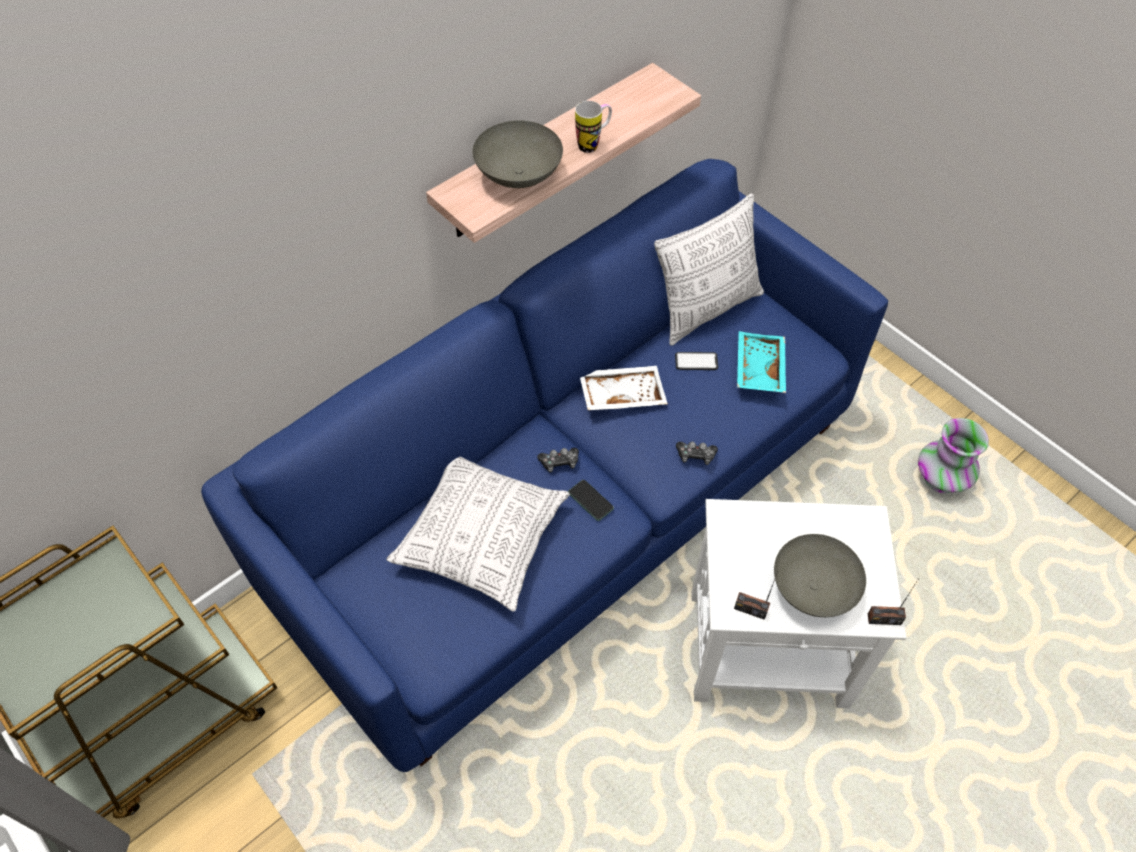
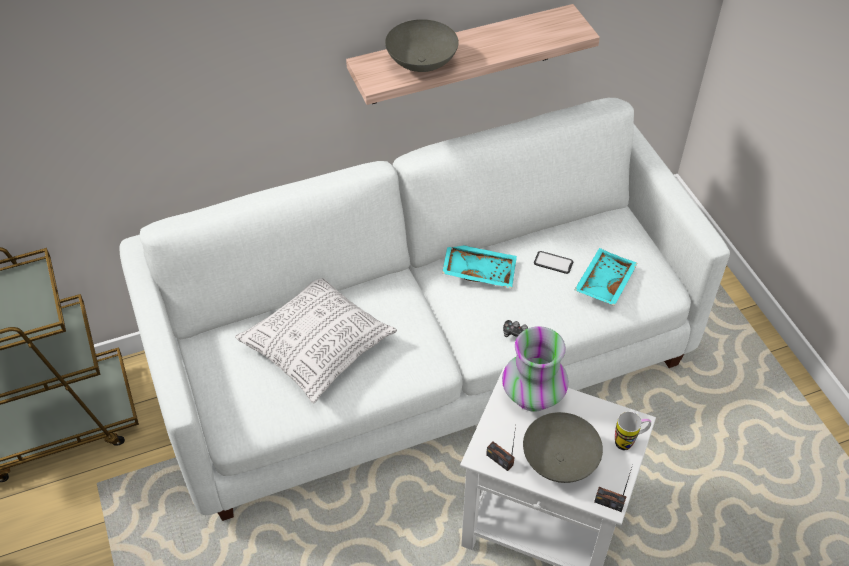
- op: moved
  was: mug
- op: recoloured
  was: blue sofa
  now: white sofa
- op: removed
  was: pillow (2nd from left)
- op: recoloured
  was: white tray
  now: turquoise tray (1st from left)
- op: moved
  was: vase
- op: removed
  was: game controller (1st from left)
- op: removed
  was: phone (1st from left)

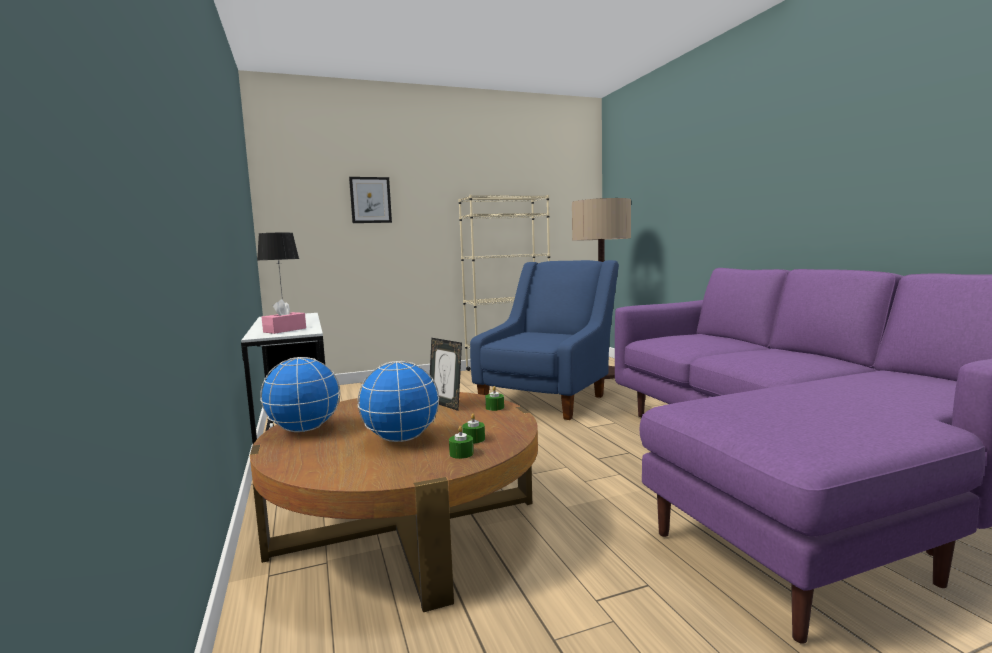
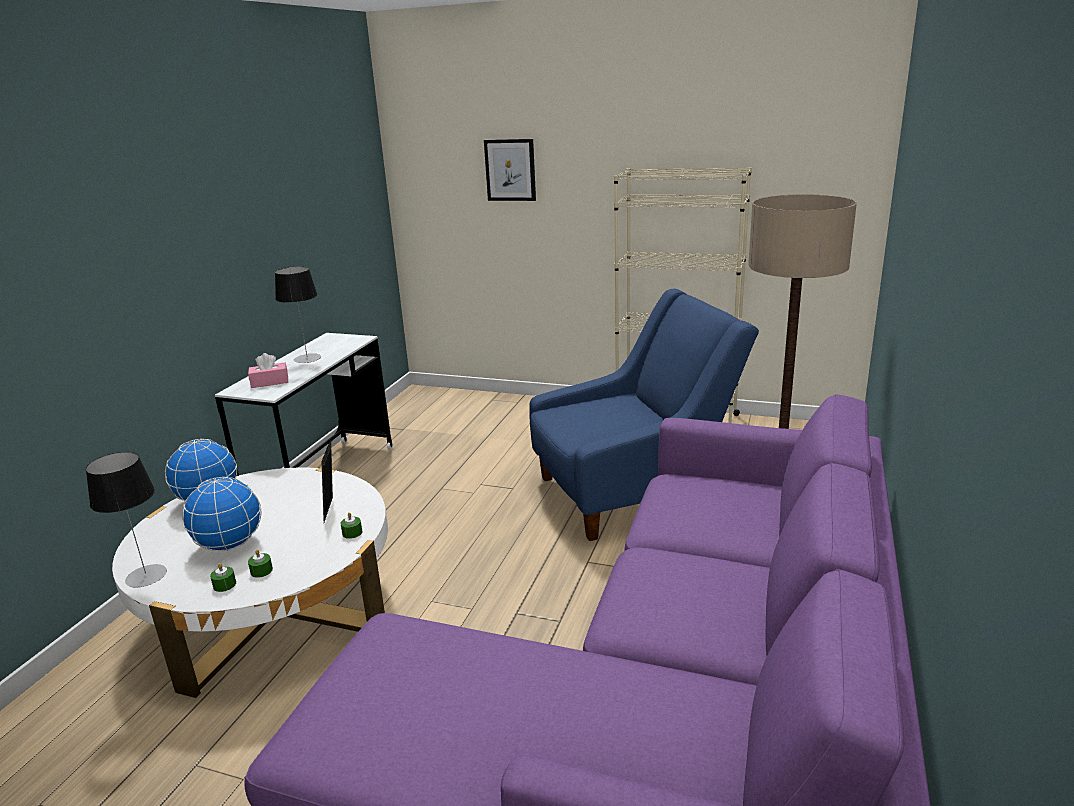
- op: recoloured
  was: brown coffee table
  now: white coffee table
- op: added
  now: table lamp (1st from left)

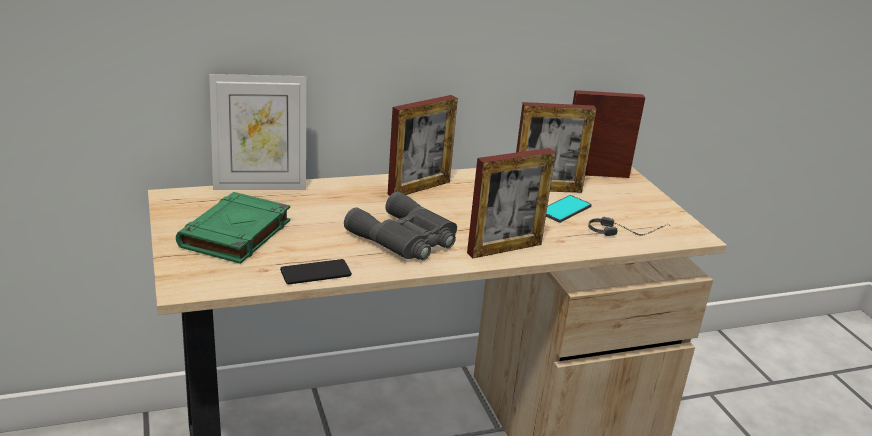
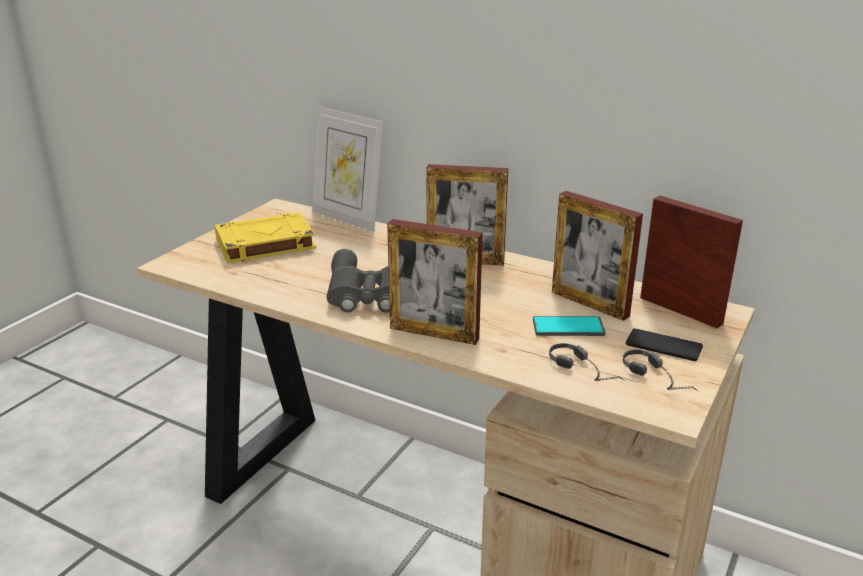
- op: recoloured
  was: green book
  now: yellow book
- op: moved
  was: phone (1st from left in the first image)
  now: phone (2nd from left)
- op: added
  now: headphones (2nd from left)

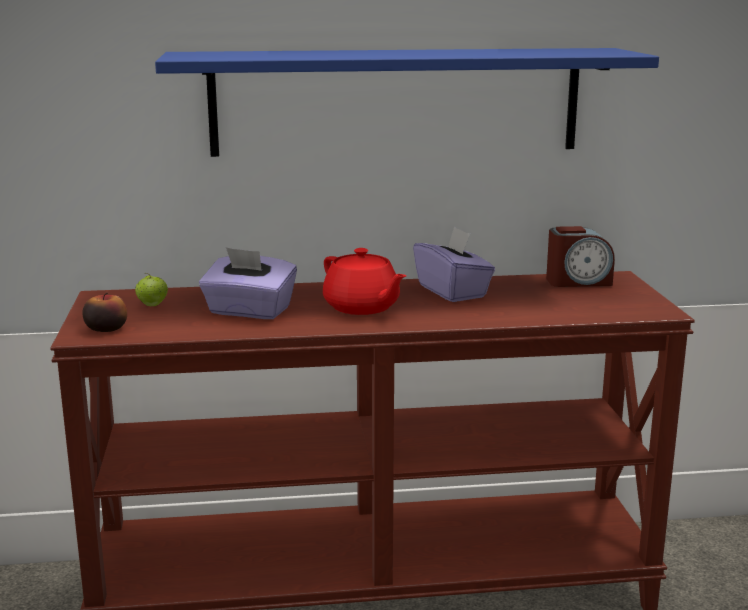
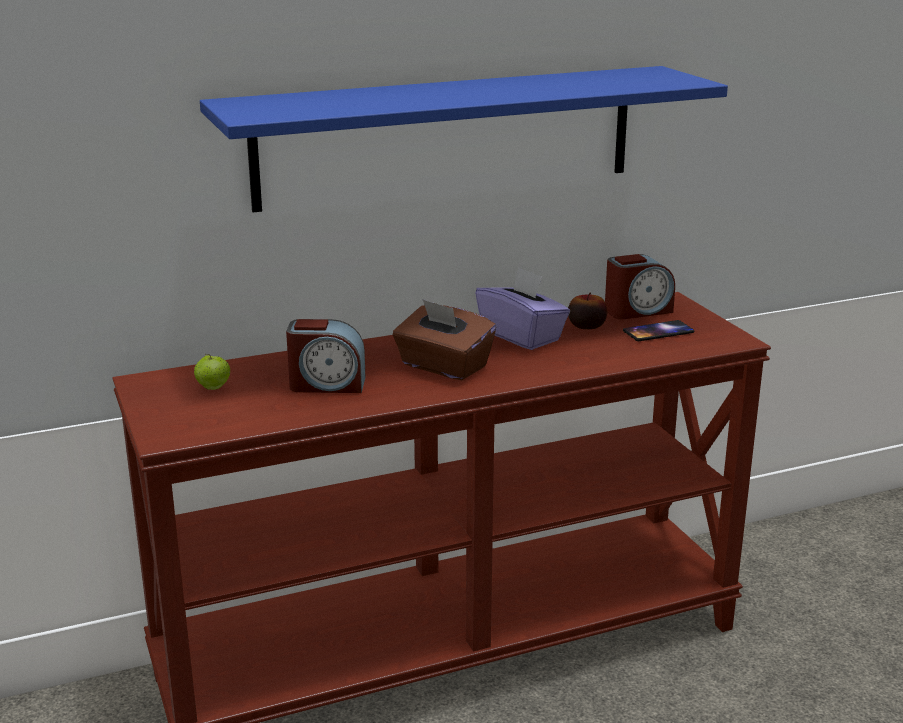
- op: replaced
  was: purple tissue box (1st from left)
  now: alarm clock (1st from left)
- op: replaced
  was: red teapot
  now: brown tissue box
- op: moved
  was: apple (1st from left in the first image)
  now: apple (2nd from left)
- op: added
  now: phone

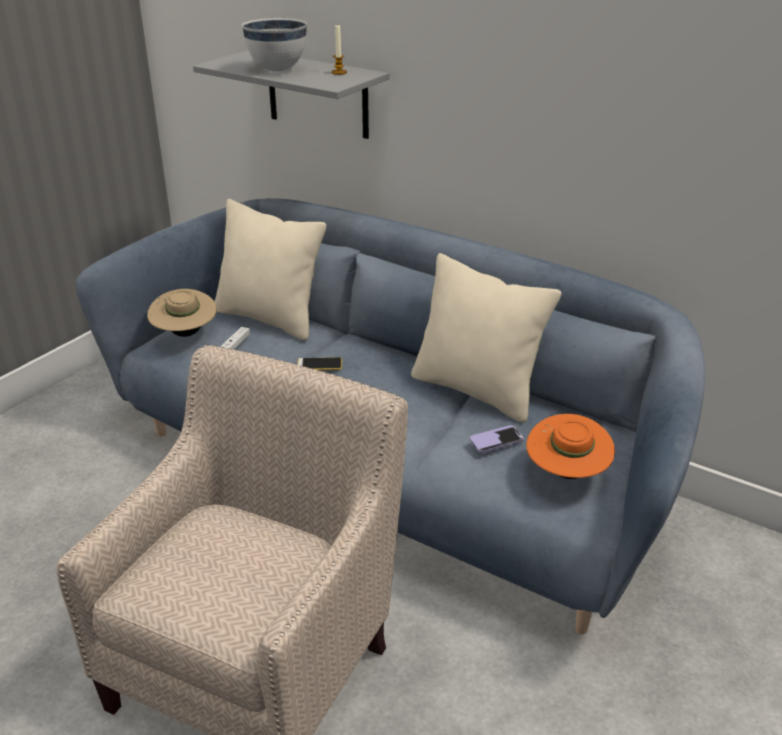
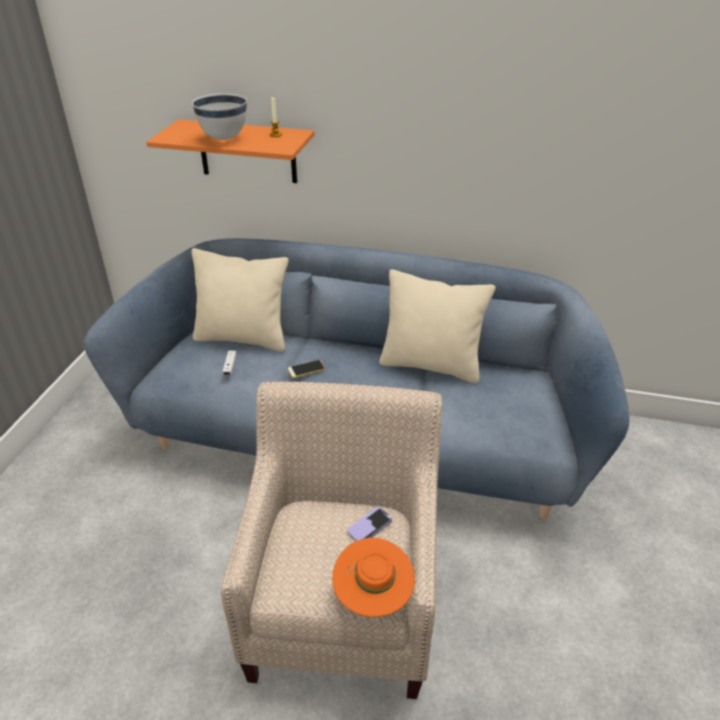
- op: recoloured
  was: grey shelf
  now: orange shelf
- op: removed
  was: beige hat
- op: moved
  was: orange hat
- op: moved
  was: phone (2nd from left)

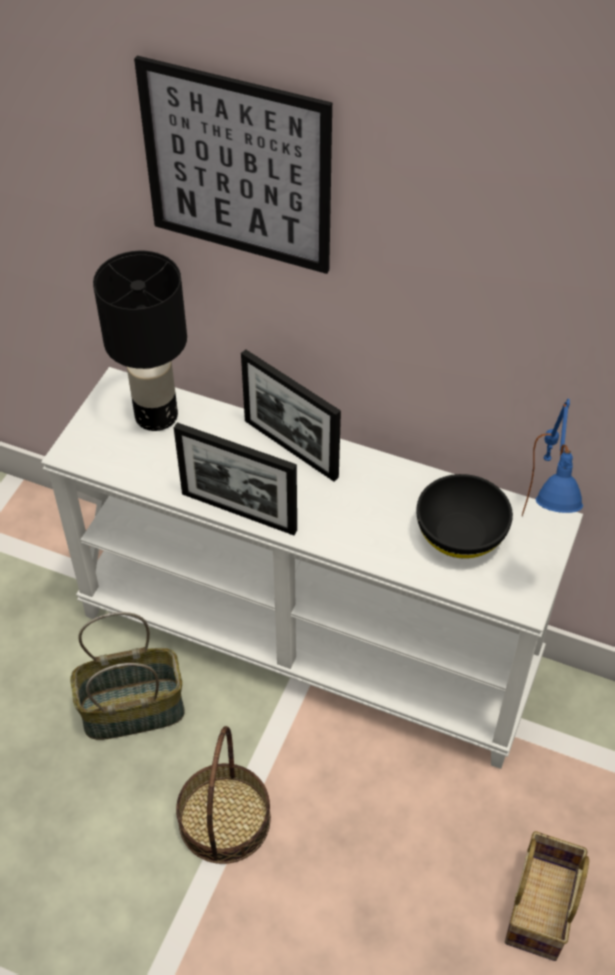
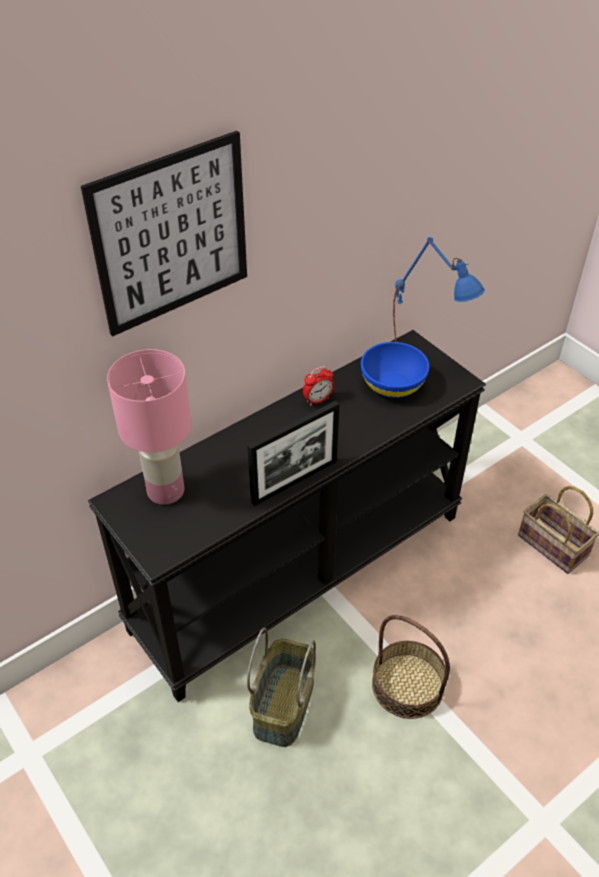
- op: recoloured
  was: black table lamp
  now: pink table lamp
- op: removed
  was: picture frame (2nd from left)
- op: recoloured
  was: white console table
  now: black console table
- op: recoloured
  was: black bowl
  now: blue bowl
- op: added
  now: alarm clock

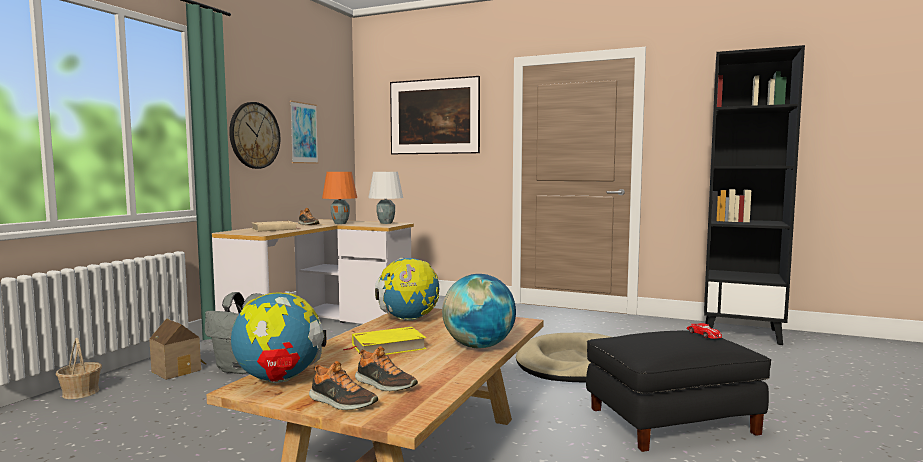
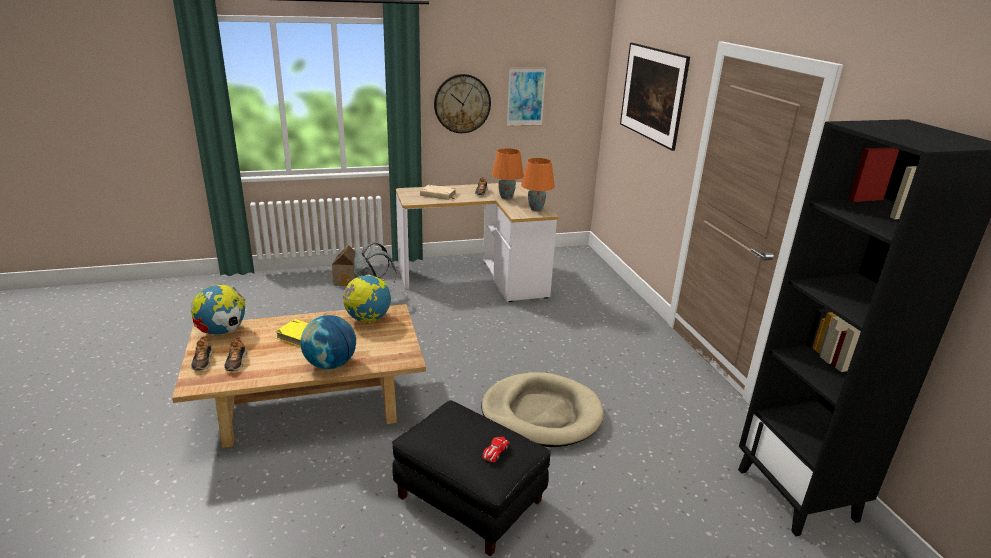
- op: recoloured
  was: white table lamp
  now: orange table lamp (2nd from left)
- op: removed
  was: basket

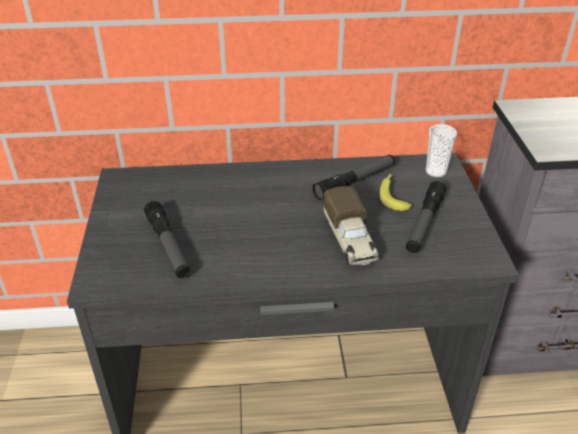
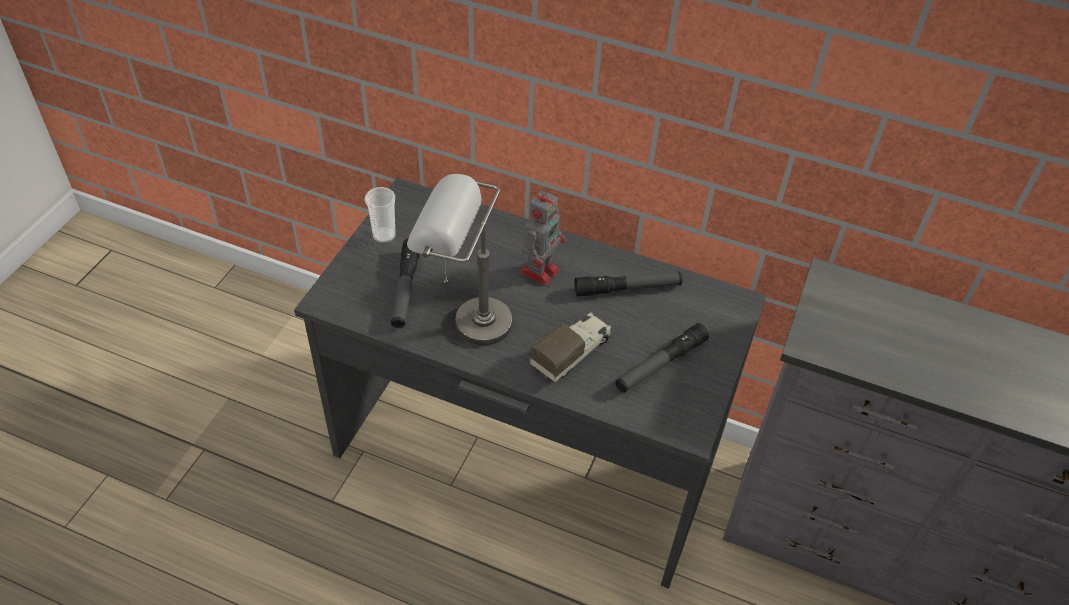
- op: moved
  was: cup
- op: removed
  was: banana
- op: turned
  was: toy truck
  clockwise: -150
- op: added
  now: grey table lamp
- op: added
  now: toy robot

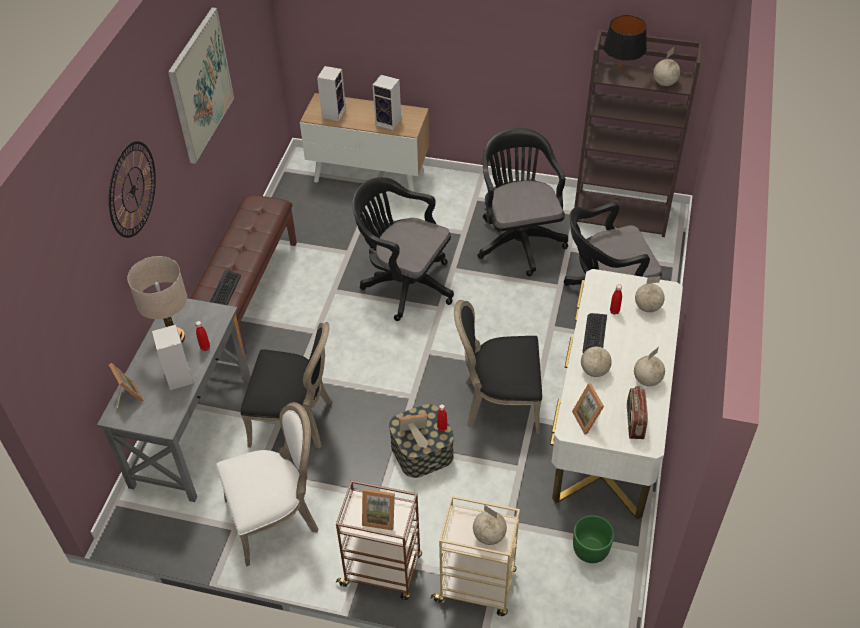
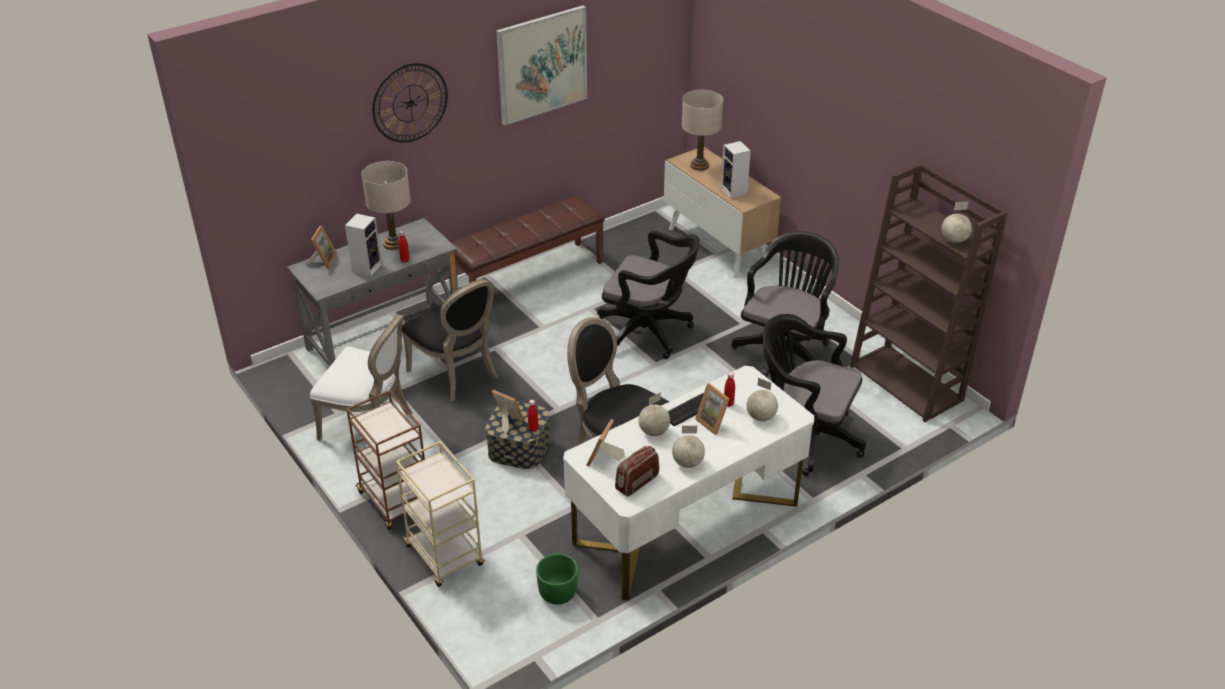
- op: removed
  was: black table lamp
- op: replaced
  was: speaker (2nd from left)
  now: beige table lamp (2nd from left)
- op: turned
  was: black office chair (1st from left)
  clockwise: 135
- op: removed
  was: keyboard (1st from left)
- op: moved
  was: picture frame (2nd from left in the first image)
  now: picture frame (4th from left)
- op: removed
  was: globe (1st from left)

